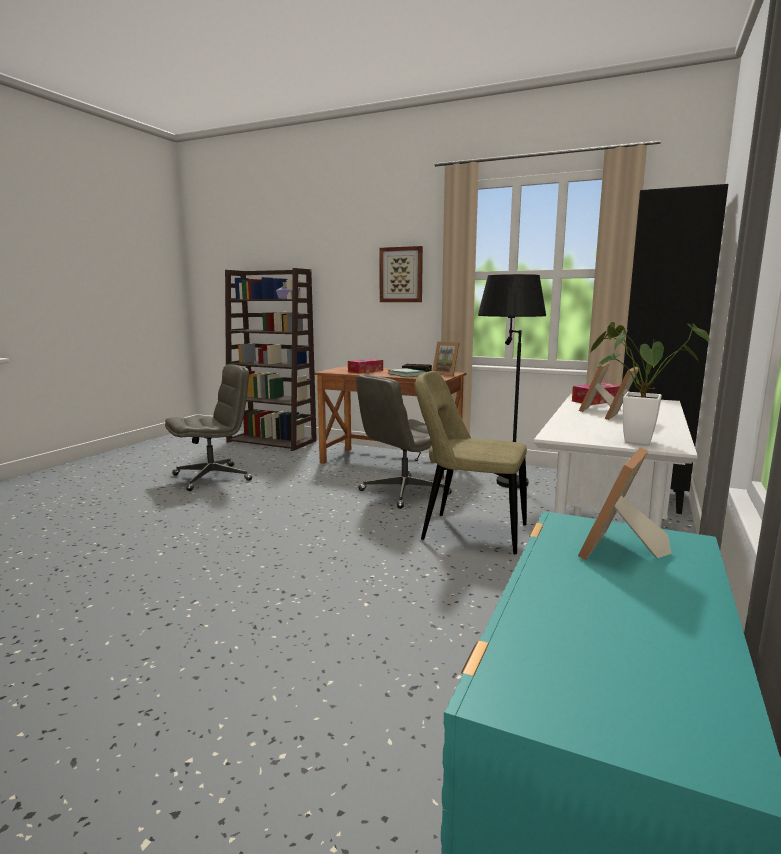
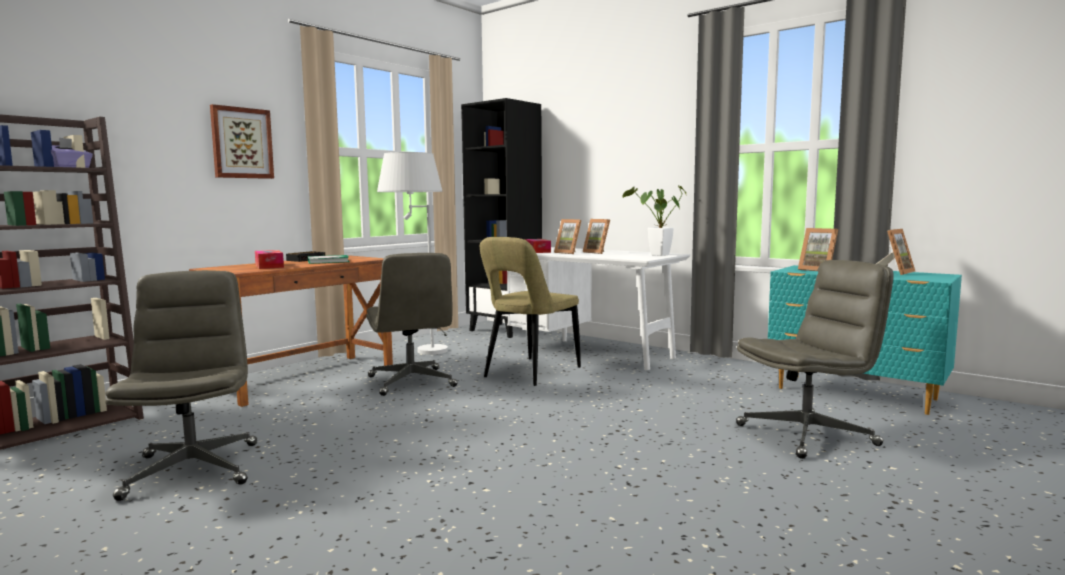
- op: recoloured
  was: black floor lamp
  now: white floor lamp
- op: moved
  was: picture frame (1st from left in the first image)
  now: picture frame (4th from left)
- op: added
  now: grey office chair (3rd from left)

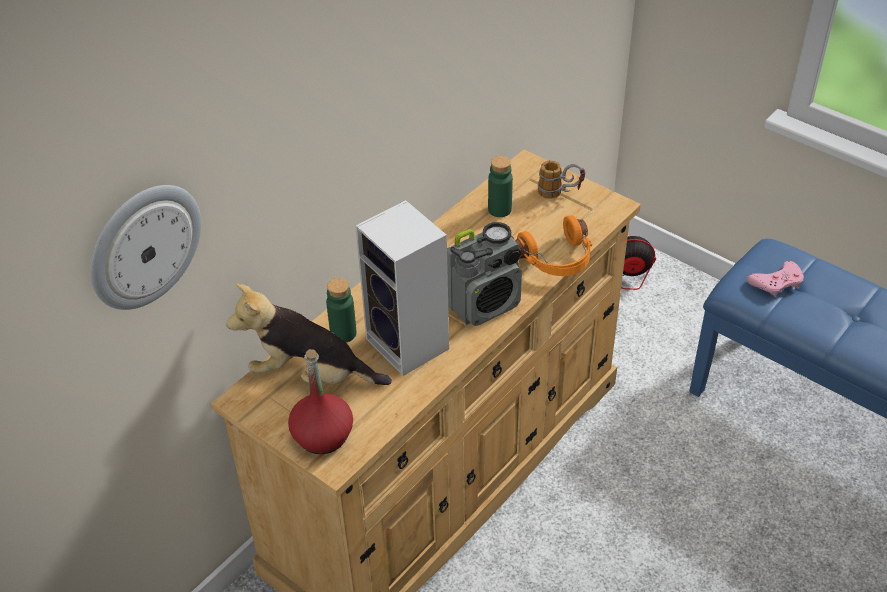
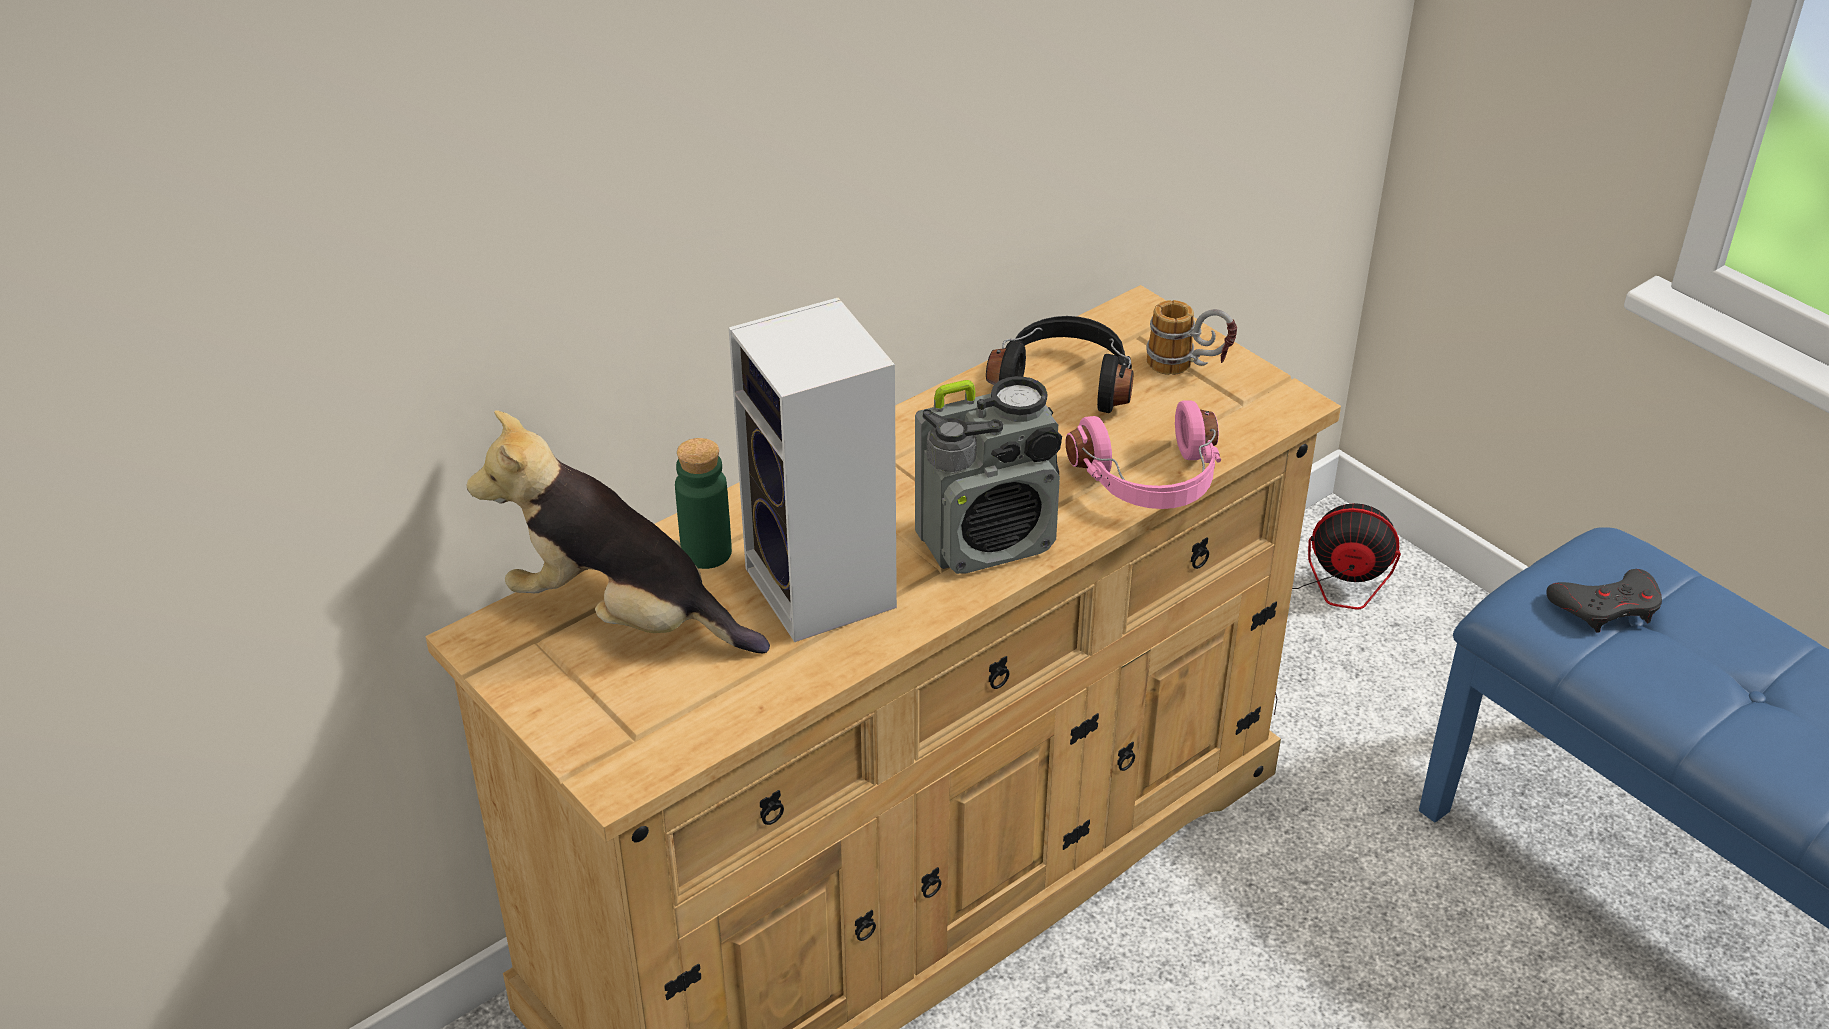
- op: replaced
  was: green bottle (2nd from left)
  now: black headphones
- op: removed
  was: wall clock
- op: recoloured
  was: orange headphones
  now: pink headphones
- op: recoloured
  was: pink game controller
  now: grey game controller
- op: removed
  was: red bottle

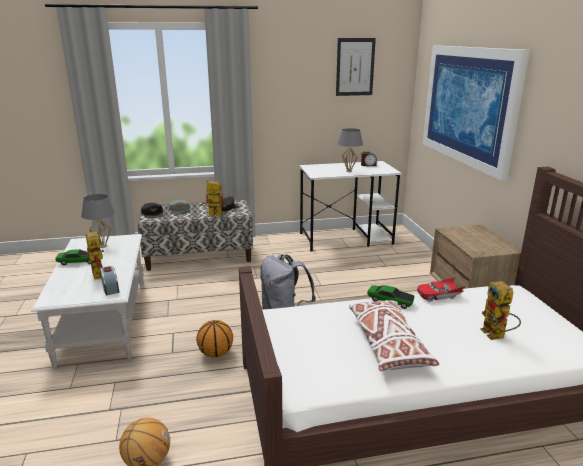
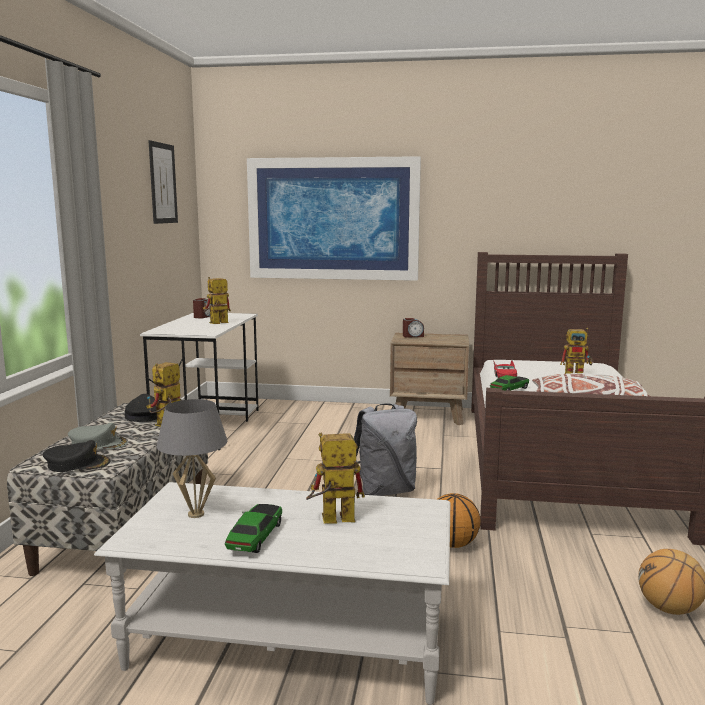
- op: replaced
  was: grey table lamp (2nd from left)
  now: toy robot (2nd from left)
- op: moved
  was: alarm clock (1st from left in the first image)
  now: alarm clock (2nd from left)

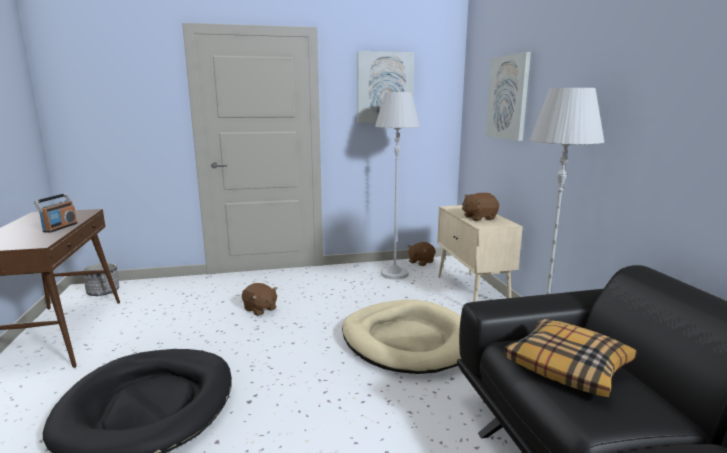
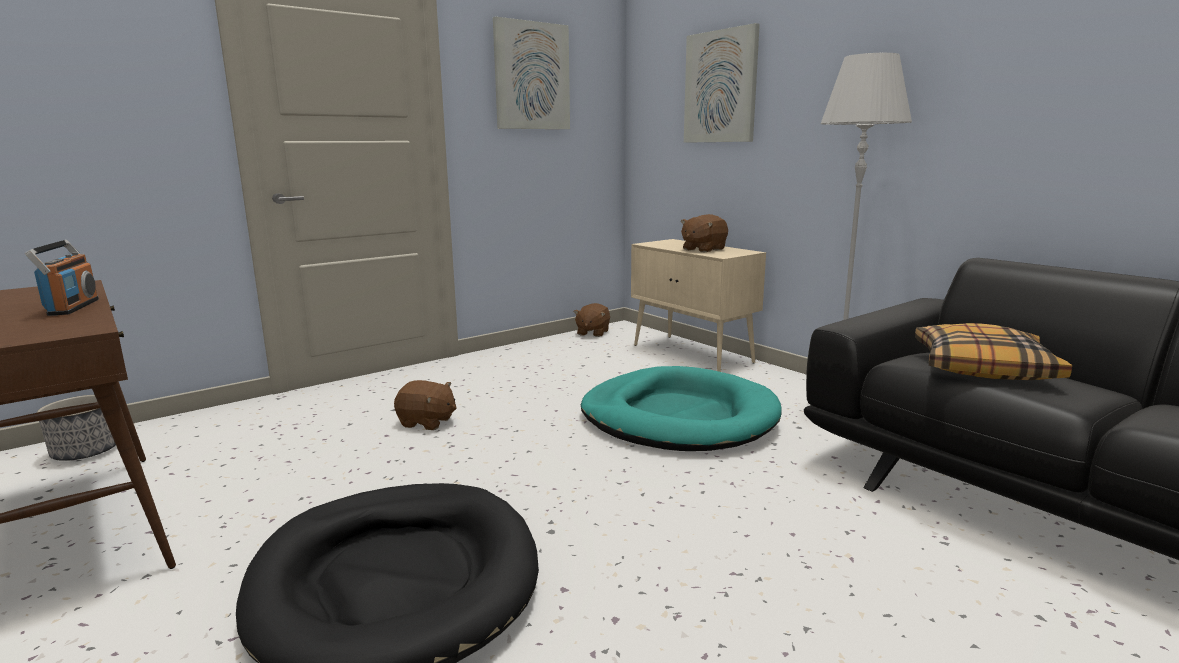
- op: removed
  was: white floor lamp (1st from left)
- op: recoloured
  was: beige dog bed
  now: turquoise dog bed

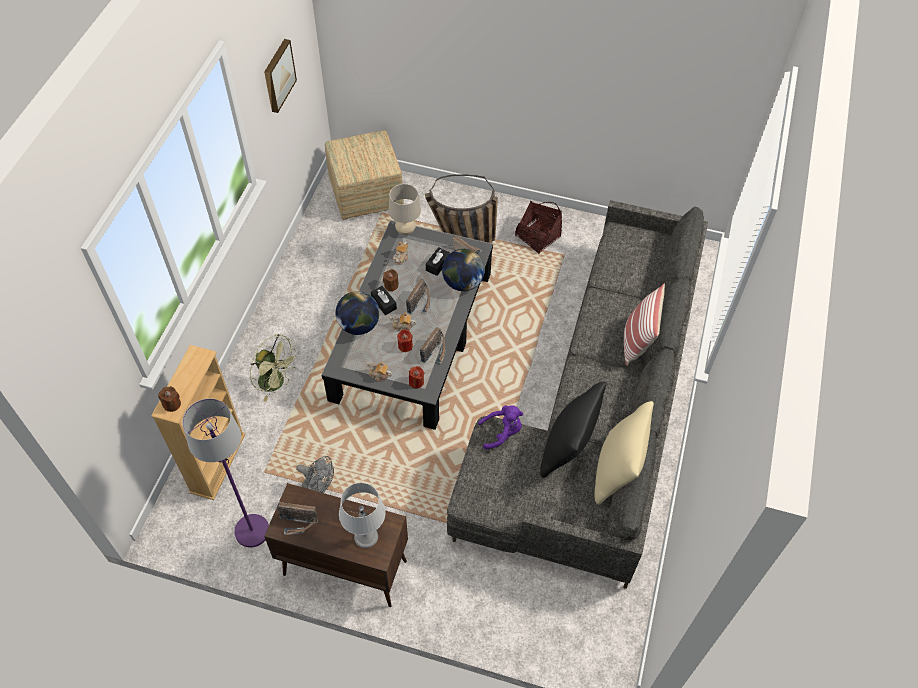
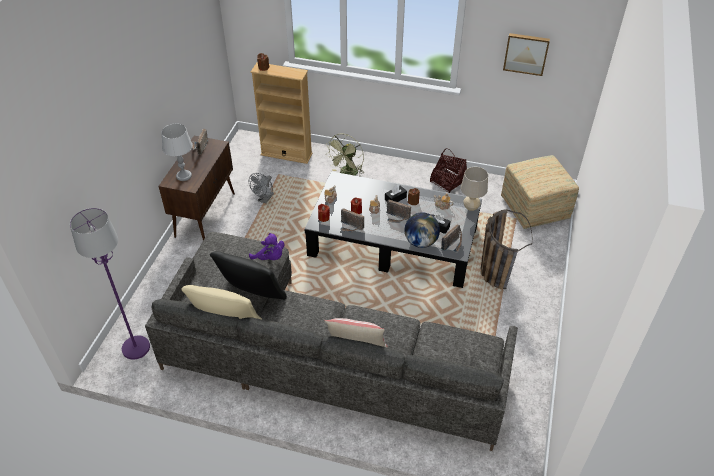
- op: moved
  was: basket (2nd from left in the first image)
  now: basket (1st from left)
- op: removed
  was: globe (1st from left)
- op: moved
  was: purple floor lamp
- op: turned
  was: purple plush toy
  clockwise: -45

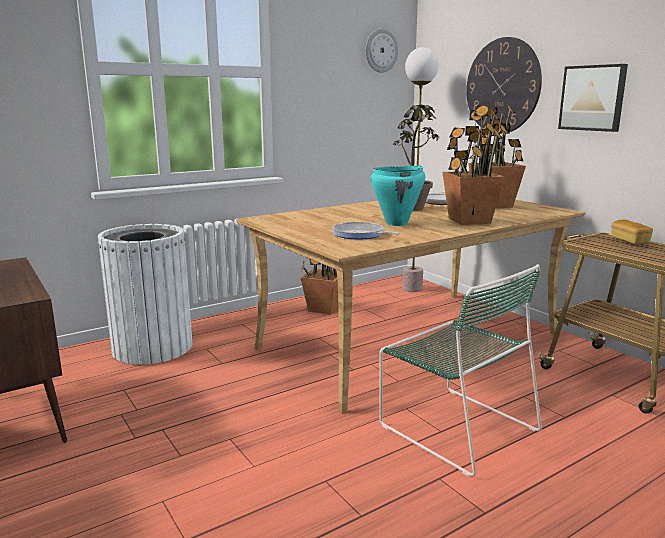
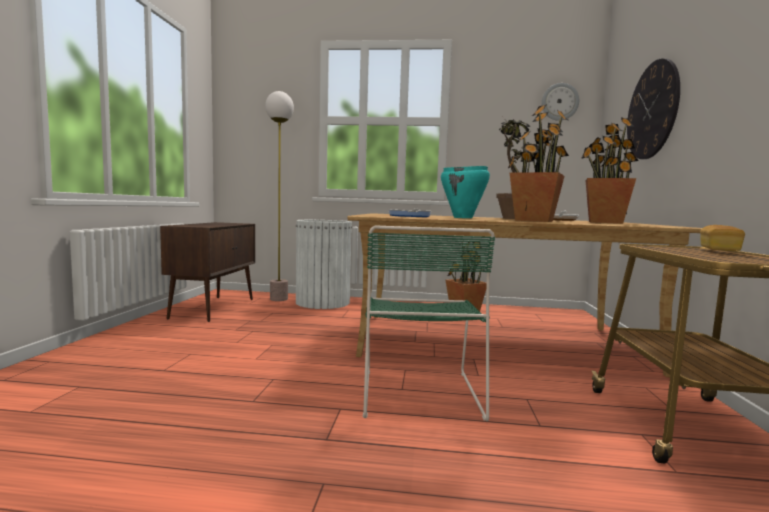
- op: moved
  was: floor lamp
- op: removed
  was: picture

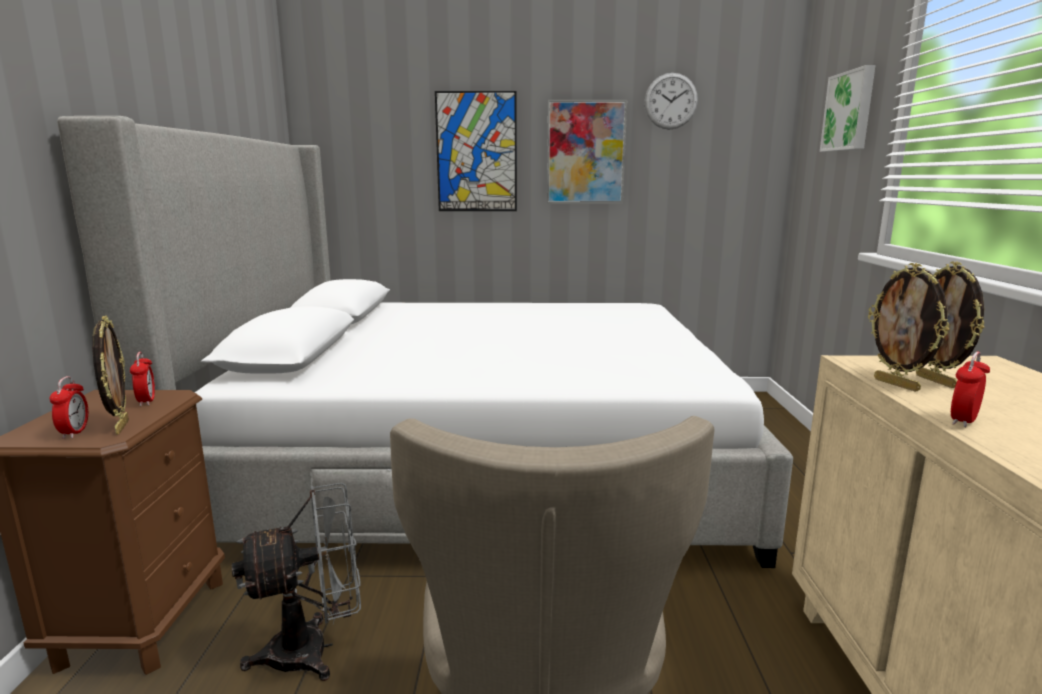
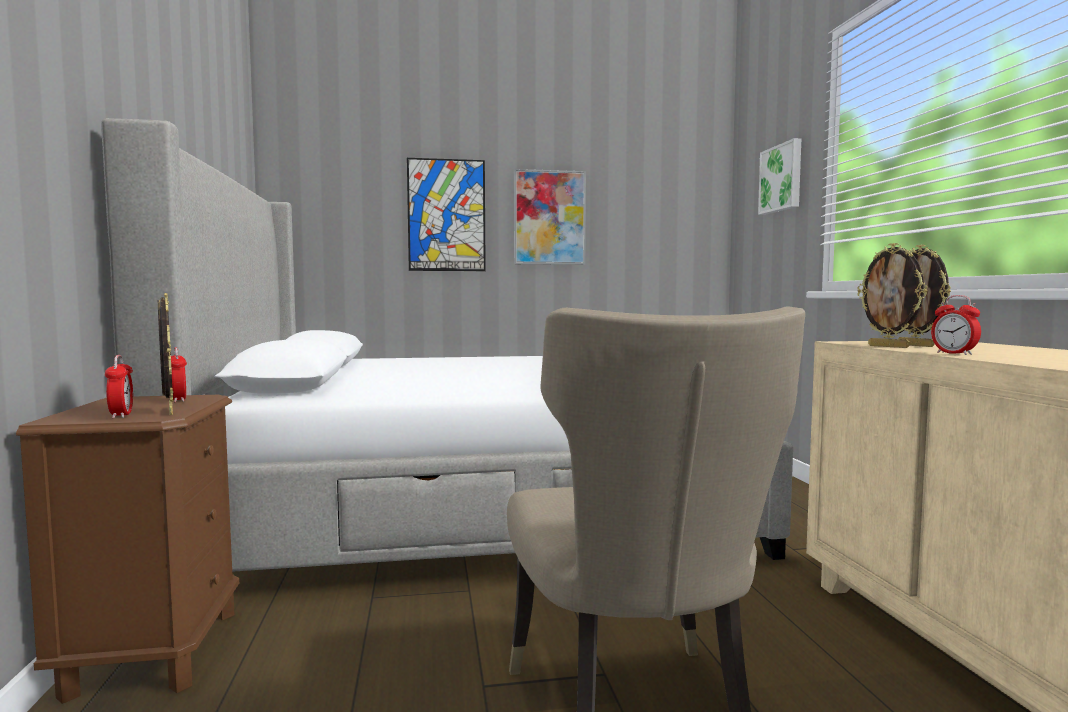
- op: removed
  was: wall clock
- op: turned
  was: alarm clock (3rd from left)
  clockwise: -60
- op: removed
  was: grey fan

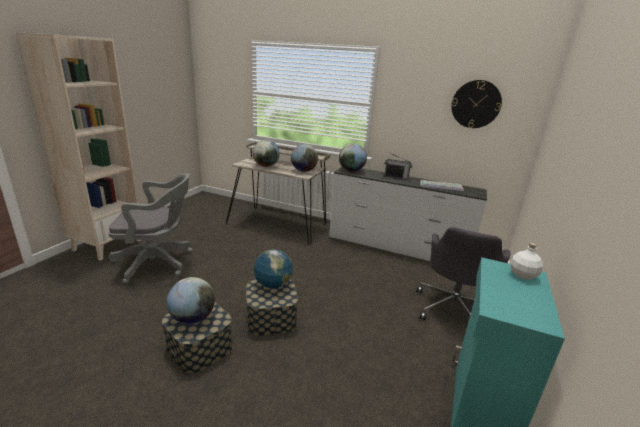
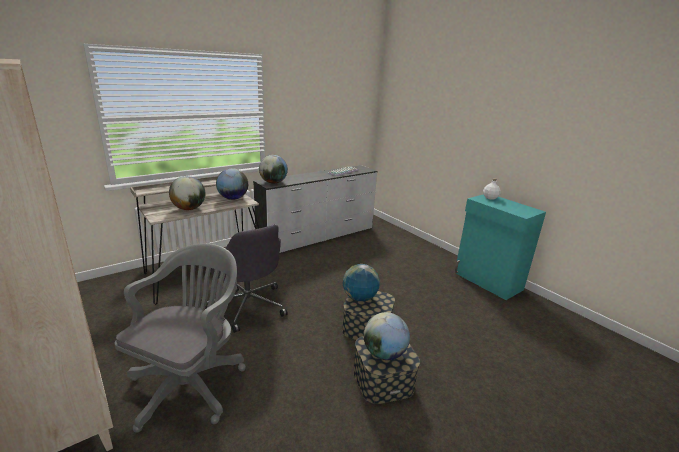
- op: removed
  was: wall clock
- op: removed
  was: radio
- op: moved
  was: grey office chair (2nd from left)

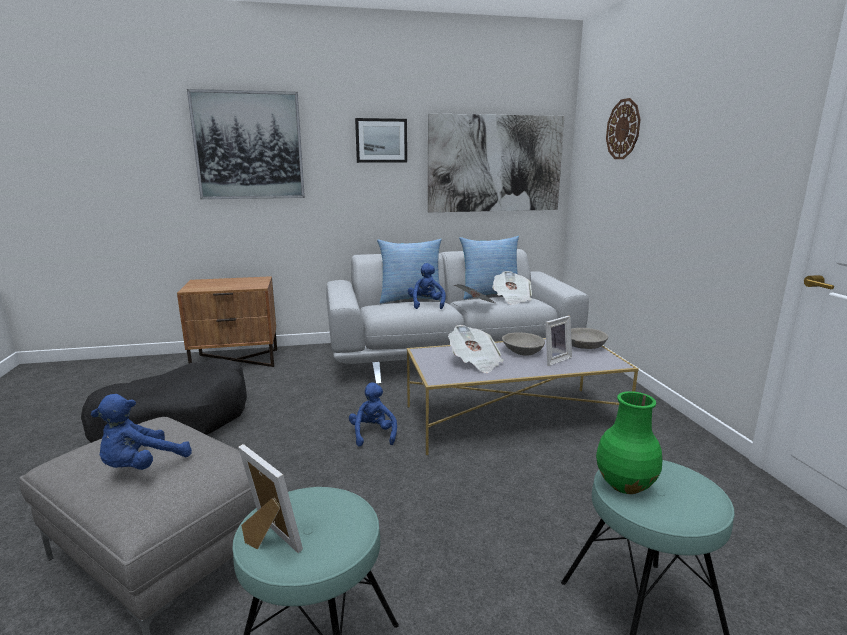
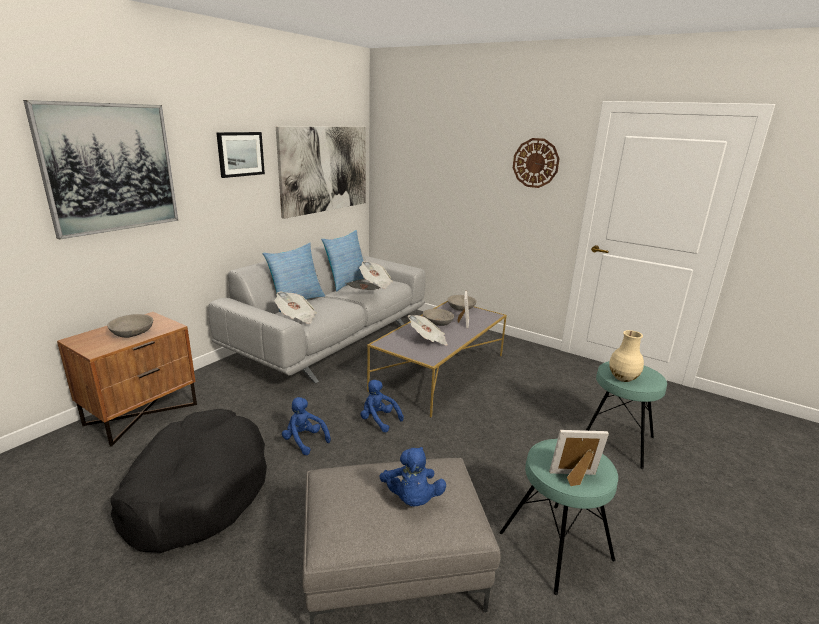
- op: moved
  was: wall clock
- op: moved
  was: blue plush toy (3rd from left in the first image)
  now: blue plush toy (1st from left)
- op: recoloured
  was: green vase
  now: beige vase
- op: added
  now: newspaper (1st from left)
- op: added
  now: grey bowl (1st from left)

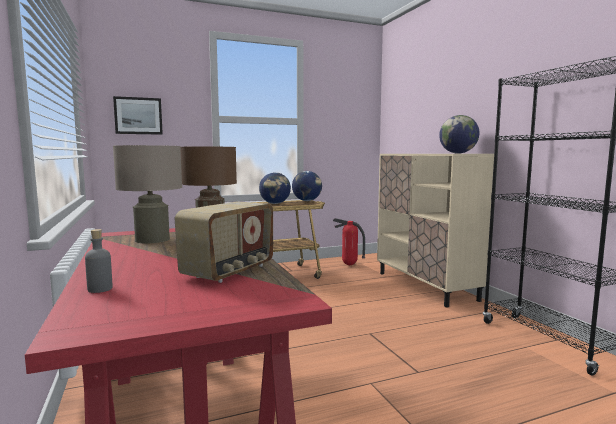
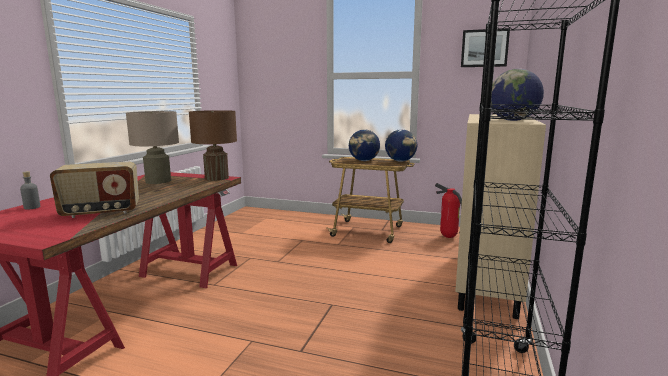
- op: moved
  was: picture

